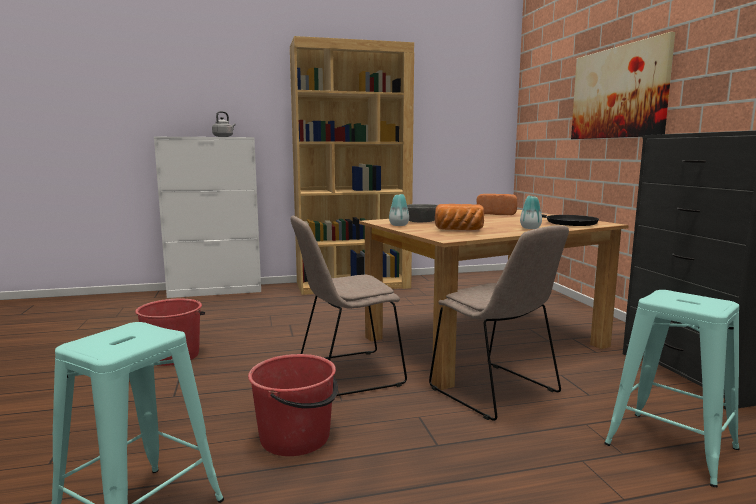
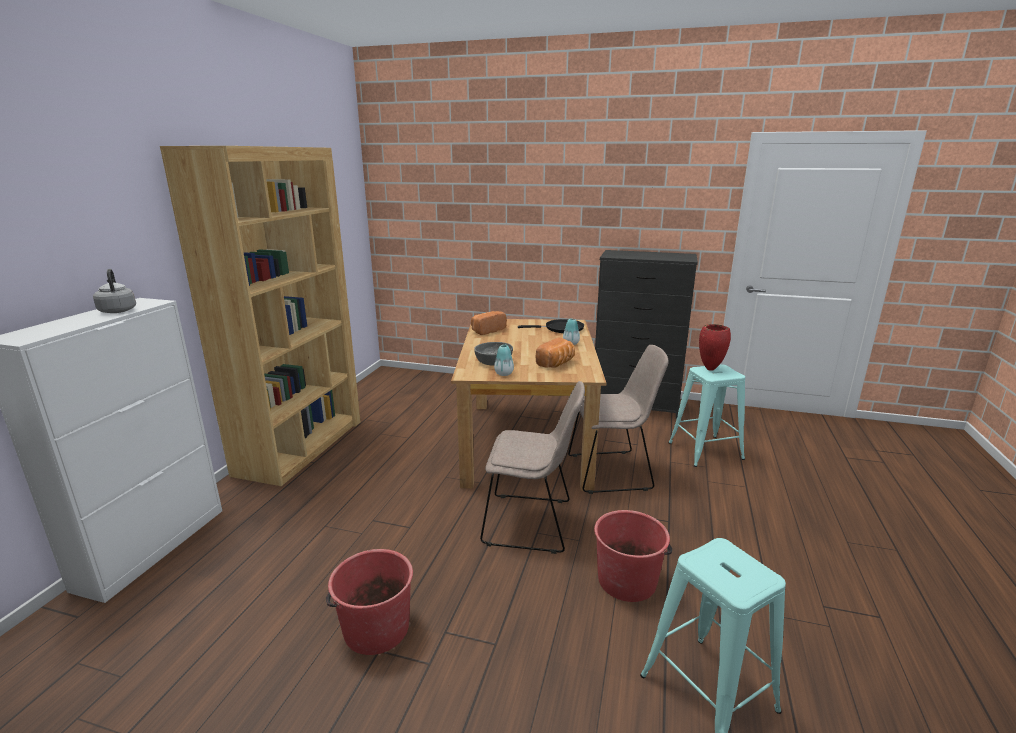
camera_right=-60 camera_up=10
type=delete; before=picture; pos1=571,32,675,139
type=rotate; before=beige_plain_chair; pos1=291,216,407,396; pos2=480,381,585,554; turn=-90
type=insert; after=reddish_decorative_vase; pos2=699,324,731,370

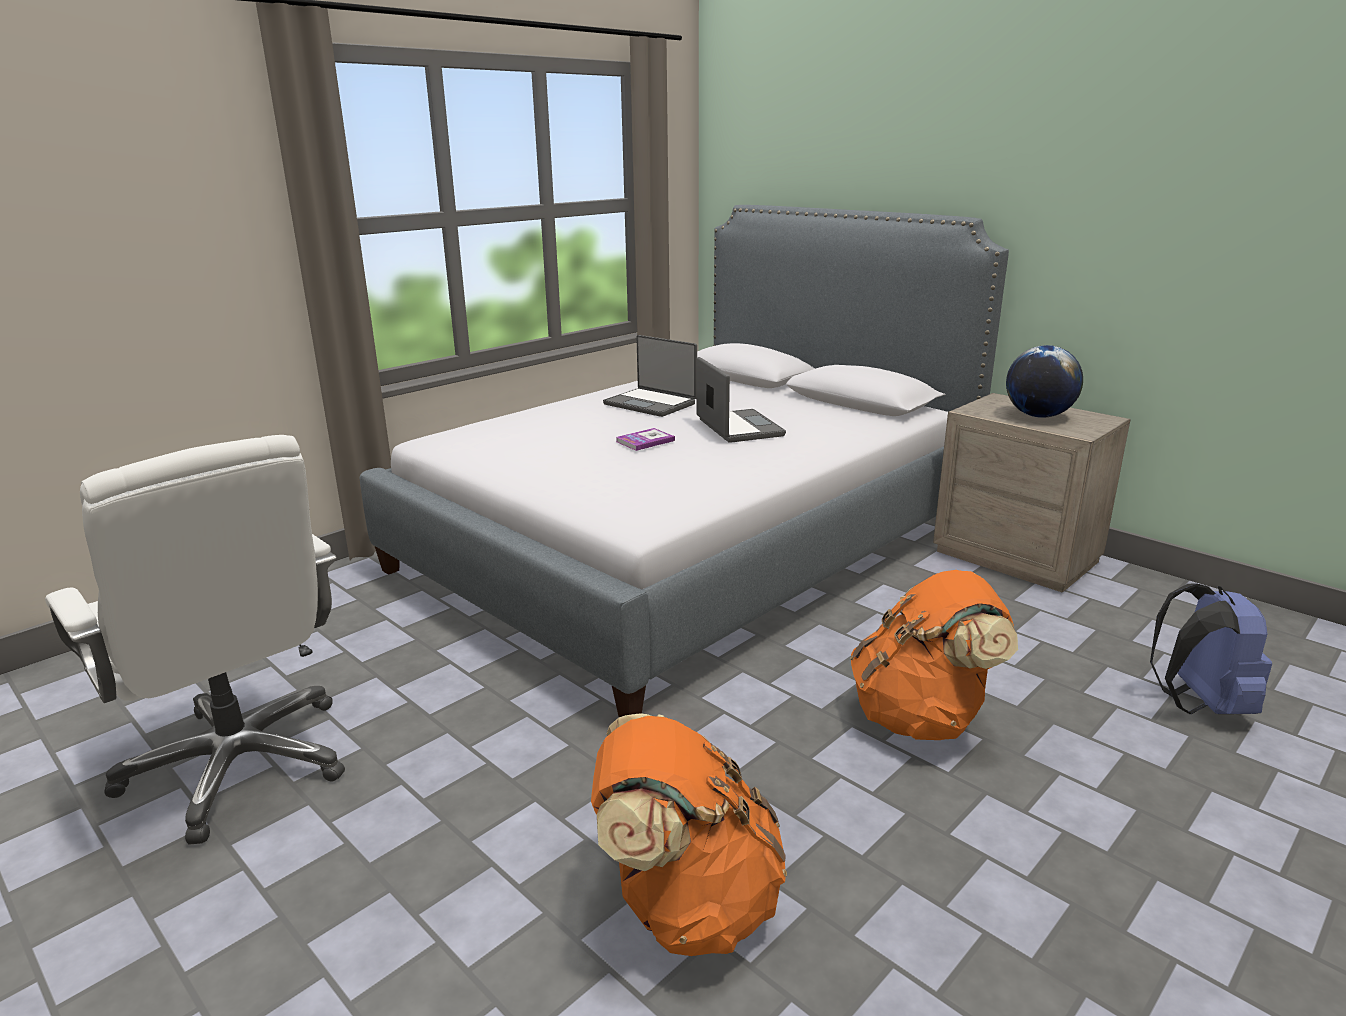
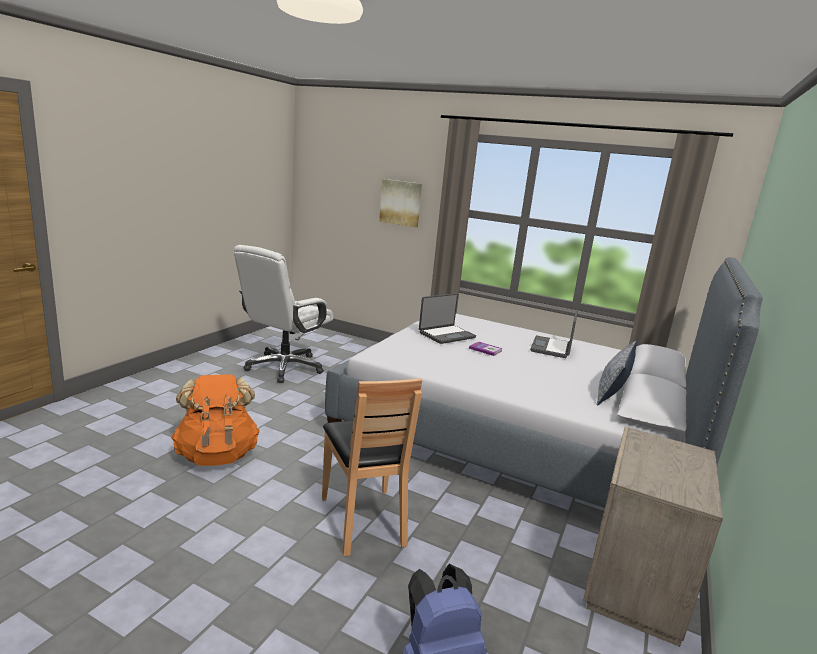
camera_right=70 camera_up=-5
type=delete; before=world_globe; pos1=1006,345,1083,418
type=move; before=portable_computer; pos1=696,357,786,443; pos2=419,293,476,344
type=replace; before=orangey_rucksack; after=brown_plain_chair; pos1=850,570,1018,740; pos2=322,378,422,556
type=insert; after=picture; pos2=379,179,422,227
type=insert; after=cushion; pos2=597,341,637,406

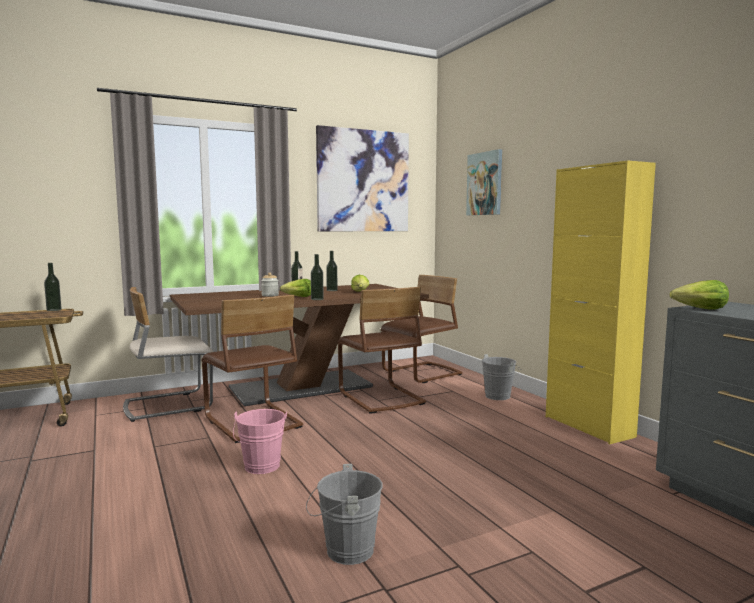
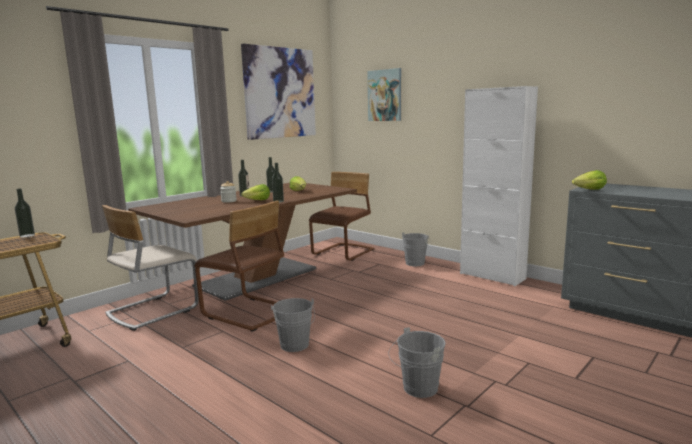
camera_right=-20 camera_up=5
type=recolor; before=yellowish_cupboard; after=white-coloured_cupboard; pos1=546,160,656,444; pos2=460,86,538,286
type=delete; before=brown_plain_chair; pos1=338,287,426,414
type=recolor; before=pinkish_bucket; after=greyish_bucket; pos1=233,409,287,474; pos2=271,298,315,352

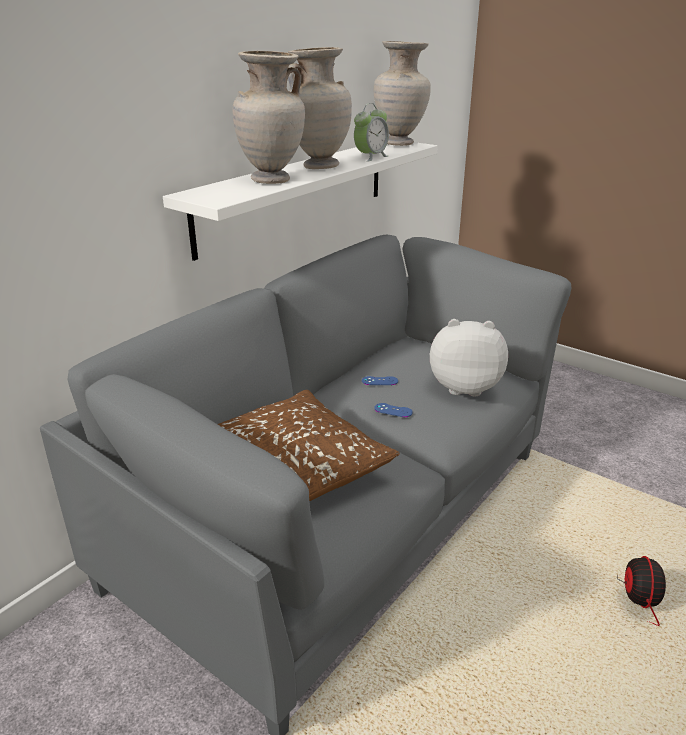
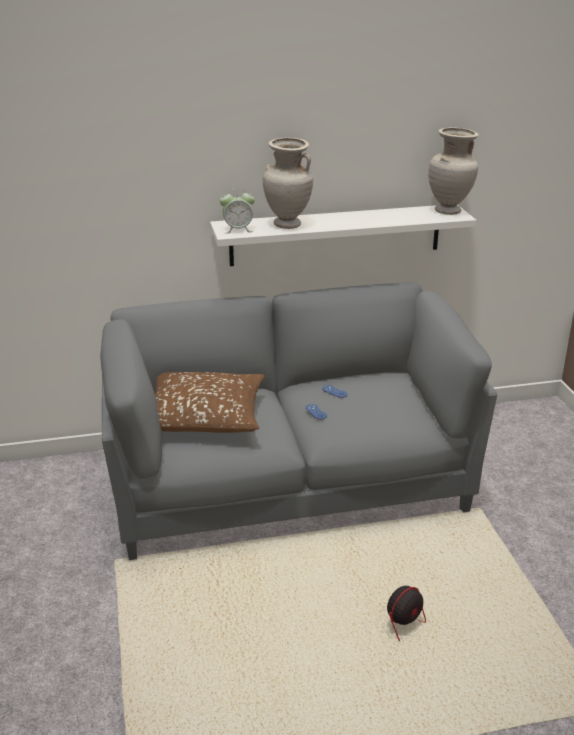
camera_right=40 camera_up=0
type=delete; before=beige_decorative_vase; pos1=288,47,352,169
type=move; before=alarm_clock; pos1=354,103,389,162; pos2=220,188,255,234
type=delete; before=soft_toy; pos1=430,319,508,396

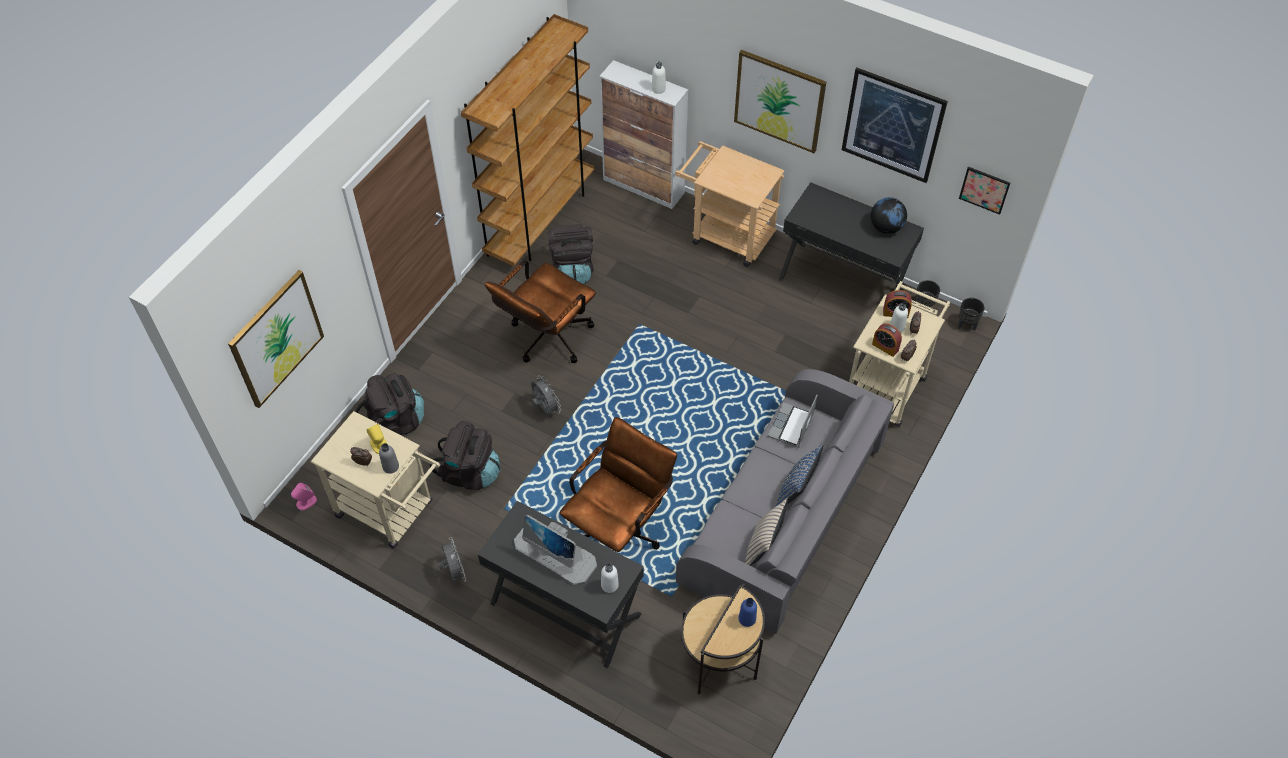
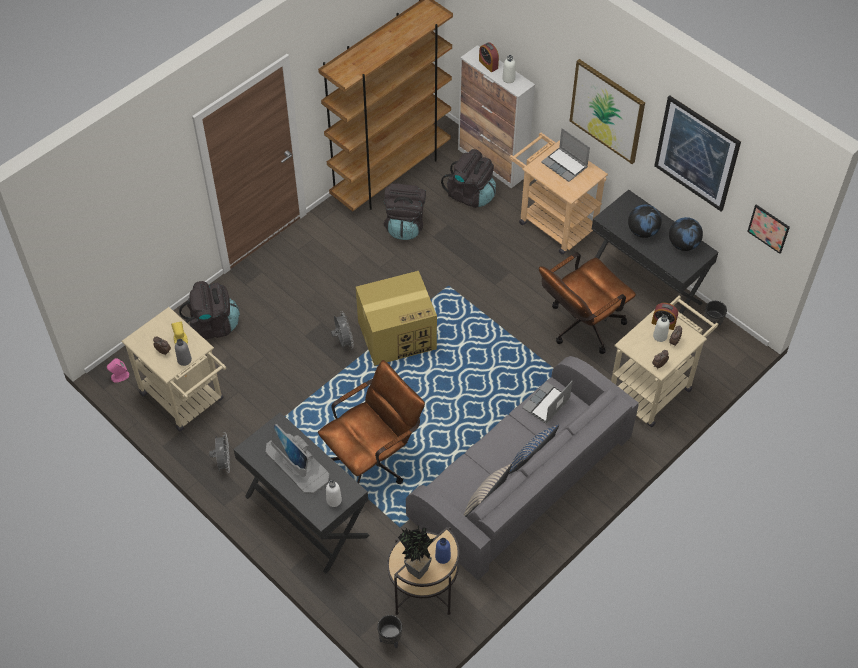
camera_right=15 camera_up=0
type=move; before=brown_desk_chair; pos1=485,260,596,363; pos2=539,252,636,354
type=delete; before=picture; pos1=228,270,324,408
type=move; before=black-coloured_planter; pos1=958,298,984,331; pos2=377,615,402,648
type=move; before=alarm_clock; pos1=872,323,902,357; pos2=479,42,499,72
type=move; before=black-coloured_rucksack; pos1=430,421,500,490; pos2=441,149,496,208
type=insert; after=portable_computer; pos2=541,128,590,182
type=insert; after=world_globe; pos2=628,205,662,238
type=insert; after=packing_box; pos2=356,271,437,366
type=insert; after=plant_in_a_pot; pos2=398,525,434,579

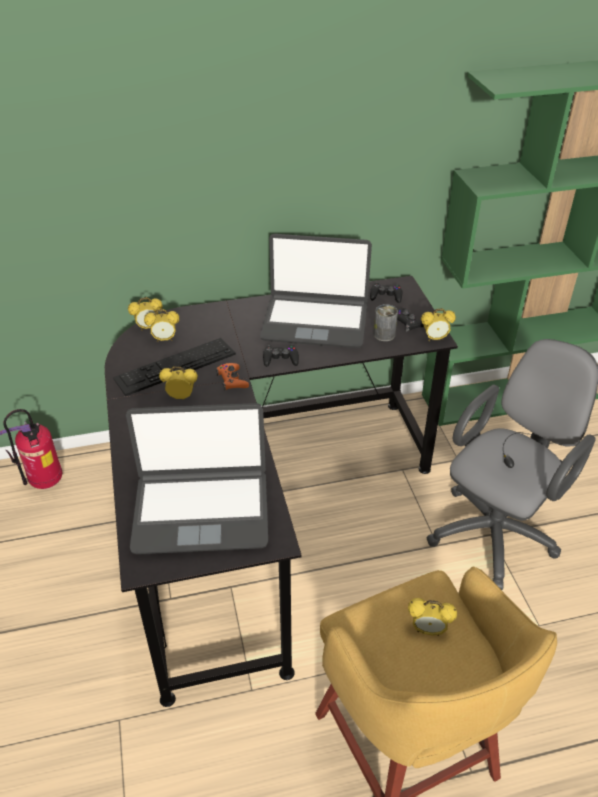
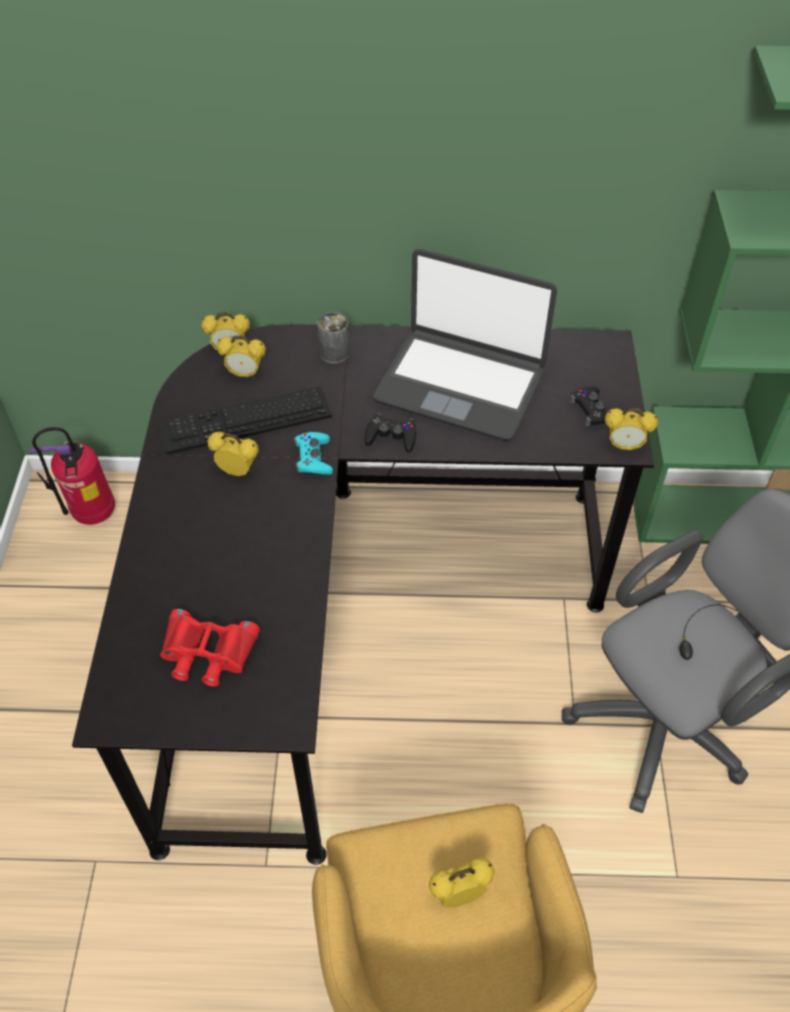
camera_right=15 camera_up=10
type=delete; before=black-coloured_gamepad; pos1=370,282,402,303
type=move; before=sealed_can; pos1=374,304,398,341; pos2=318,312,350,363
type=recolor; before=orangey_gamepad; after=turquoise-coloured_gamepad; pos1=216,363,249,390; pos2=294,432,333,475
type=replace; before=portable_computer; after=reddish_field_glasses; pos1=126,403,268,554; pos2=160,609,260,687
type=rotate; before=alarm_clock; pos1=408,598,457,636; pos2=429,857,494,908; turn=135

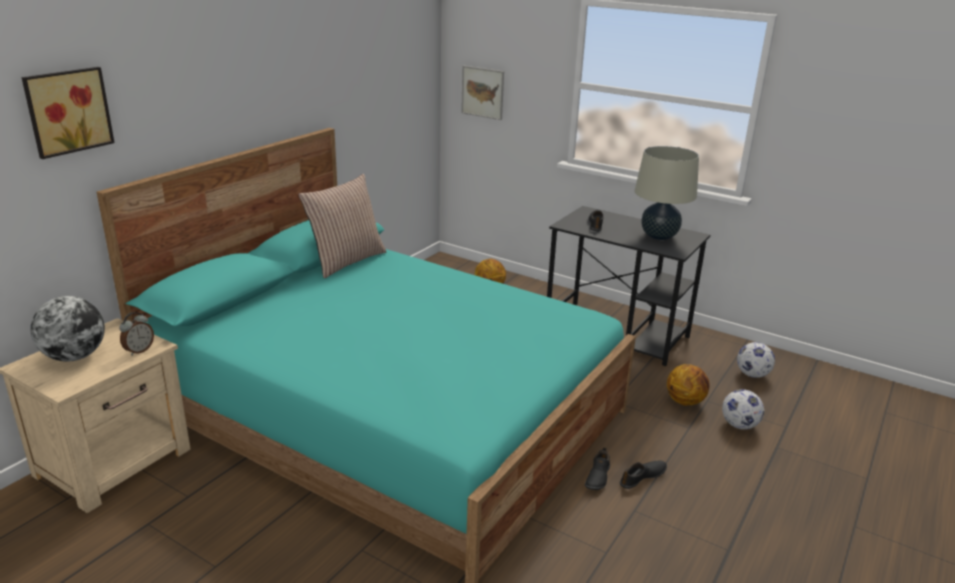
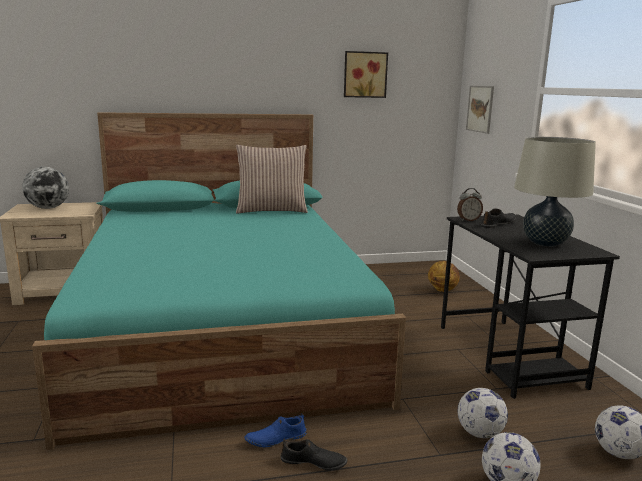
camera_right=45 camera_up=-10
type=move; before=picture; pos1=22,67,114,159; pos2=344,51,388,98
type=move; before=alarm_clock; pos1=119,312,154,356; pos2=457,188,483,221
type=replace; before=basketball; after=ball_for_football; pos1=667,364,710,406; pos2=457,388,508,438
type=recolor; before=black-coloured_shoe; after=blue-coloured_shoe; pos1=585,447,610,490; pos2=244,413,307,447

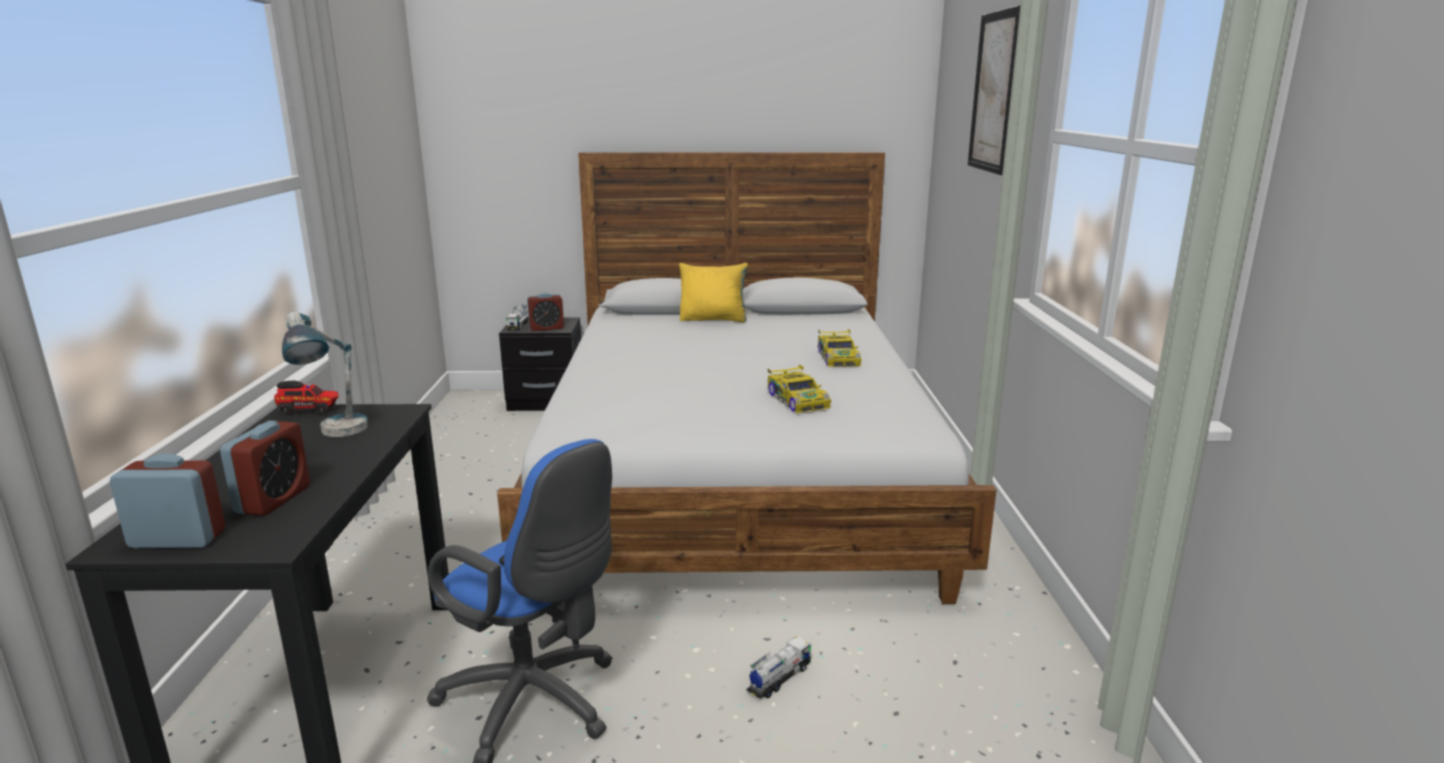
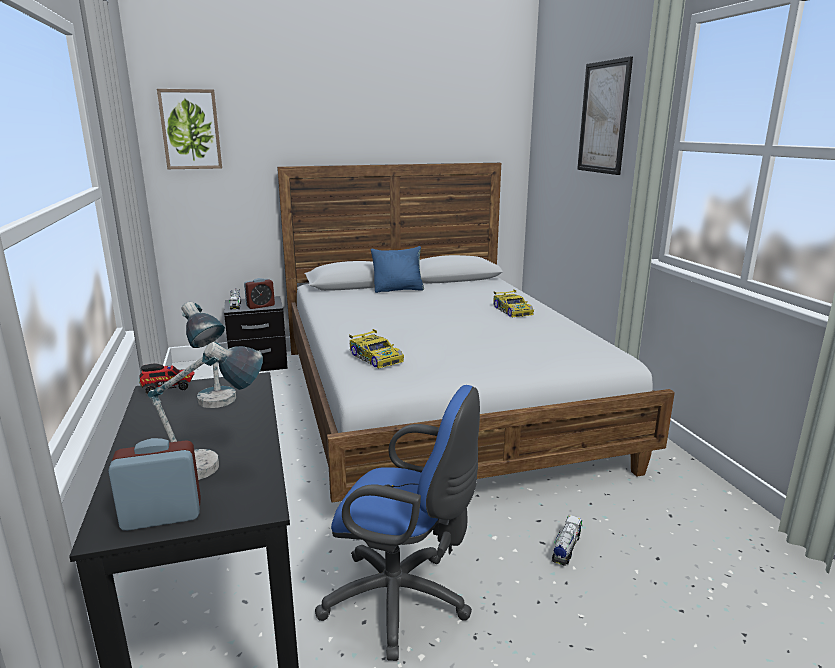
camera_right=-15 camera_up=0
type=recolor; before=yellowish_cushion; after=blue-coloured_cushion; pos1=679,263,748,323; pos2=371,246,424,293
type=move; before=toy_car; pos1=767,364,831,413; pos2=349,329,404,369
type=replace; before=alarm_clock; after=table_lamp; pos1=220,421,310,516; pos2=148,342,263,480
type=insert; after=picture; pos2=157,89,222,169

